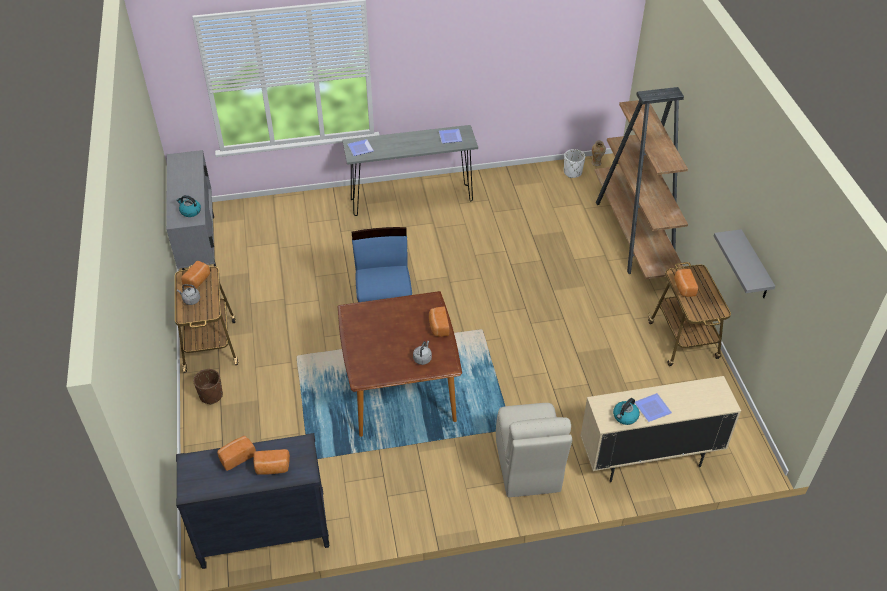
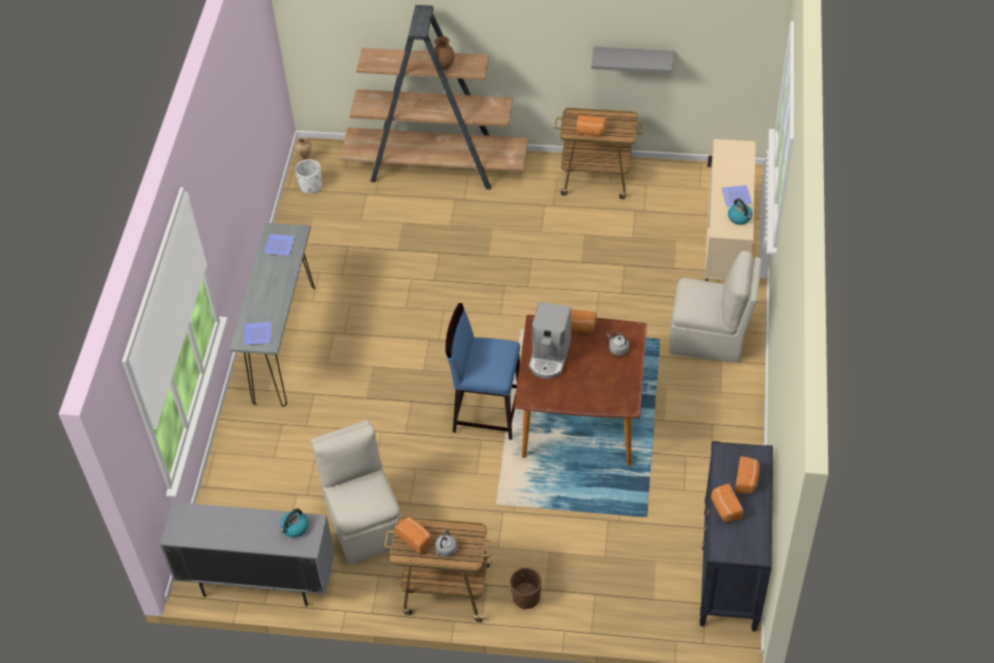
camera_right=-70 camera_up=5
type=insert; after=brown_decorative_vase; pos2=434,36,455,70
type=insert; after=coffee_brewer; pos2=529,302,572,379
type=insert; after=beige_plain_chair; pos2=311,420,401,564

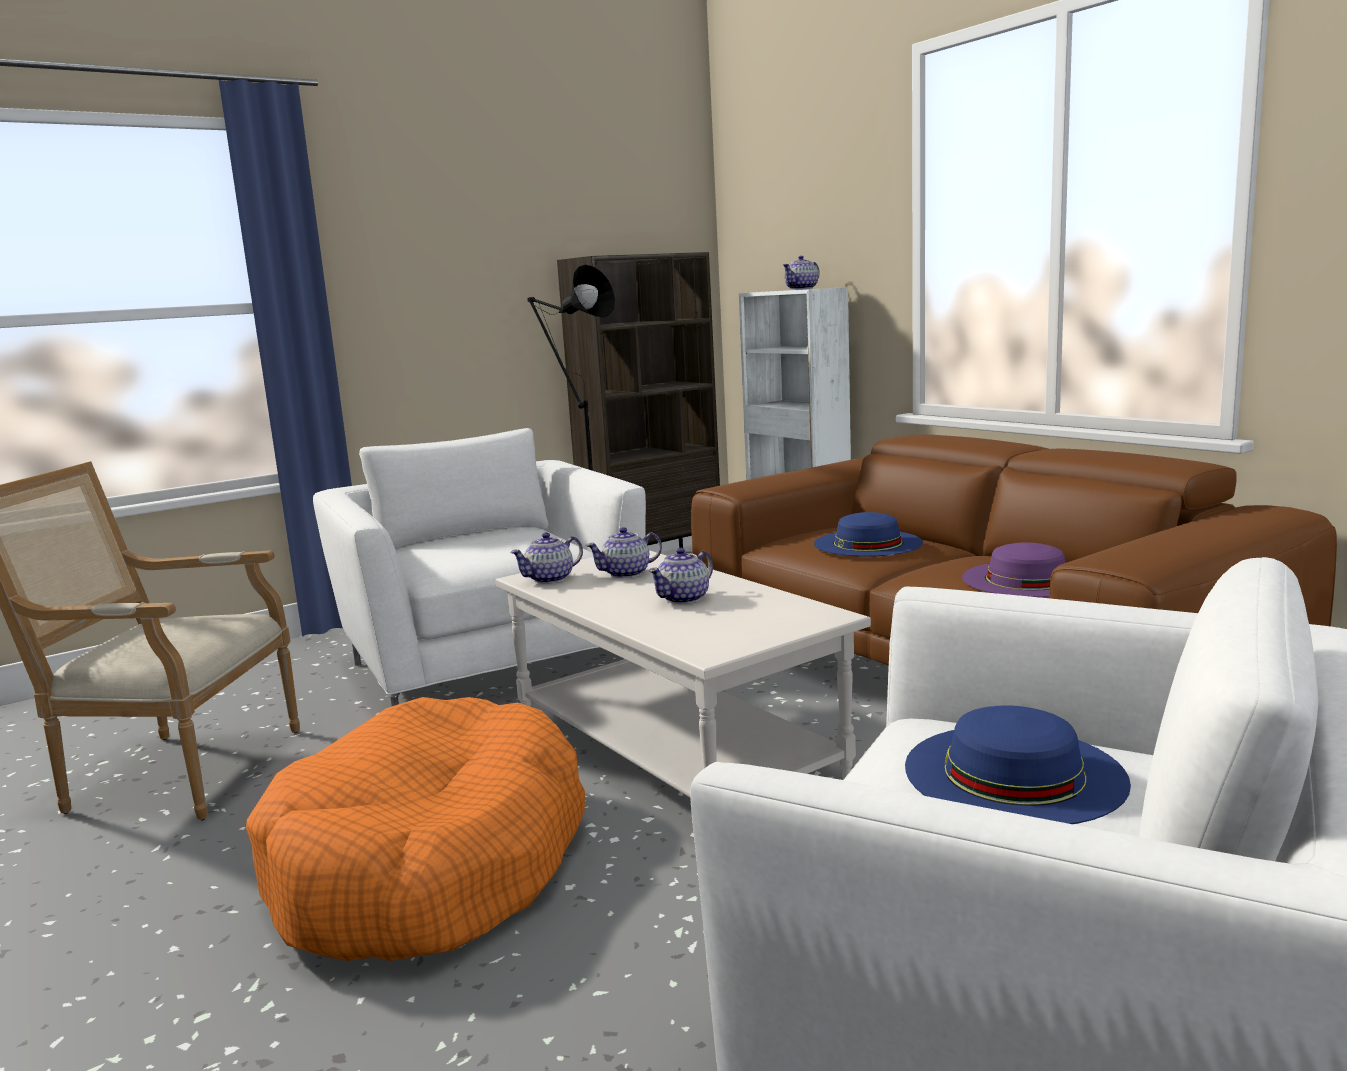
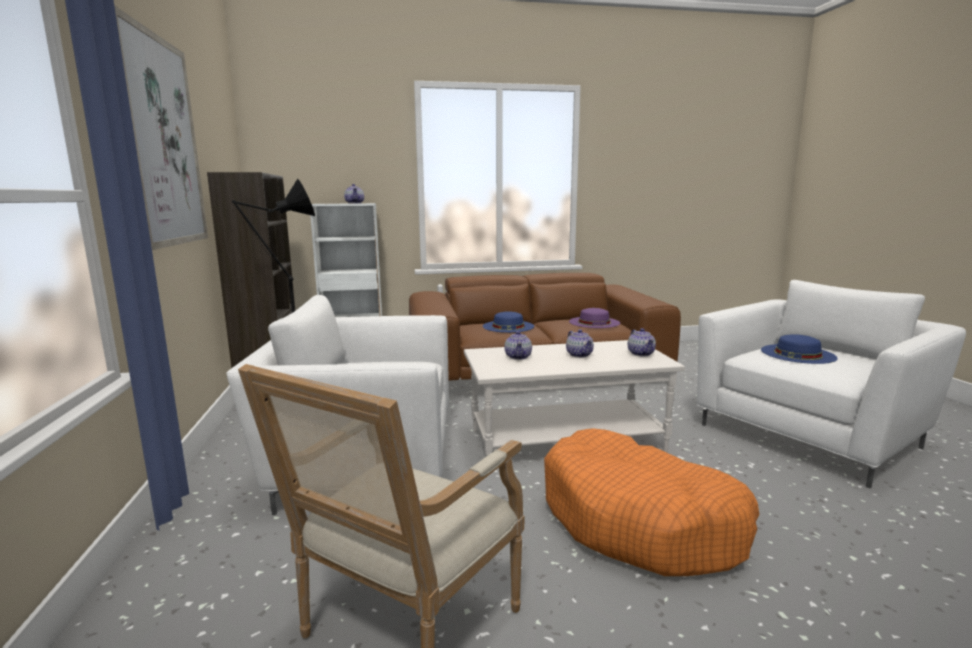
camera_right=-65 camera_up=0
type=move; before=teapot; pos1=510,533,583,584; pos2=628,328,656,356
type=insert; after=picture; pos2=114,5,208,250

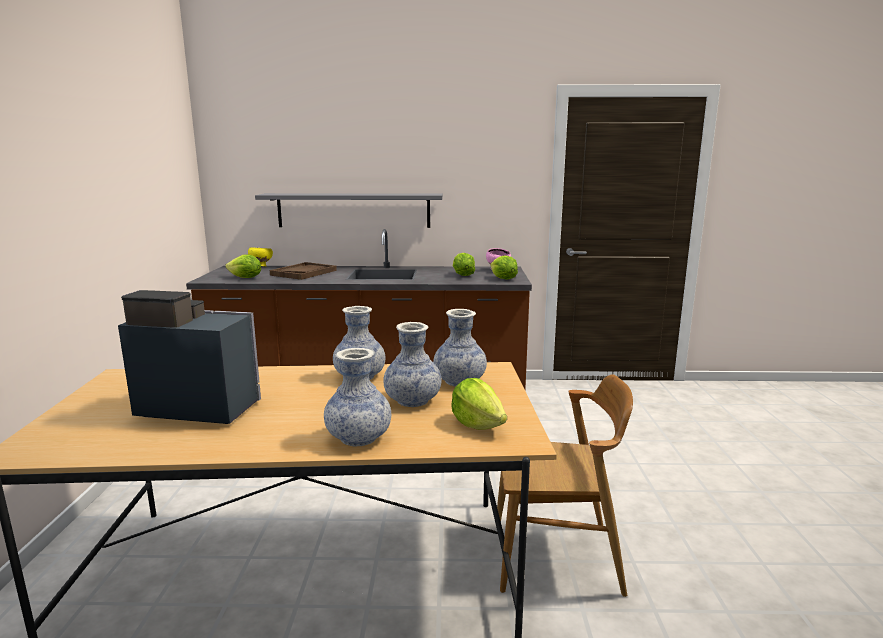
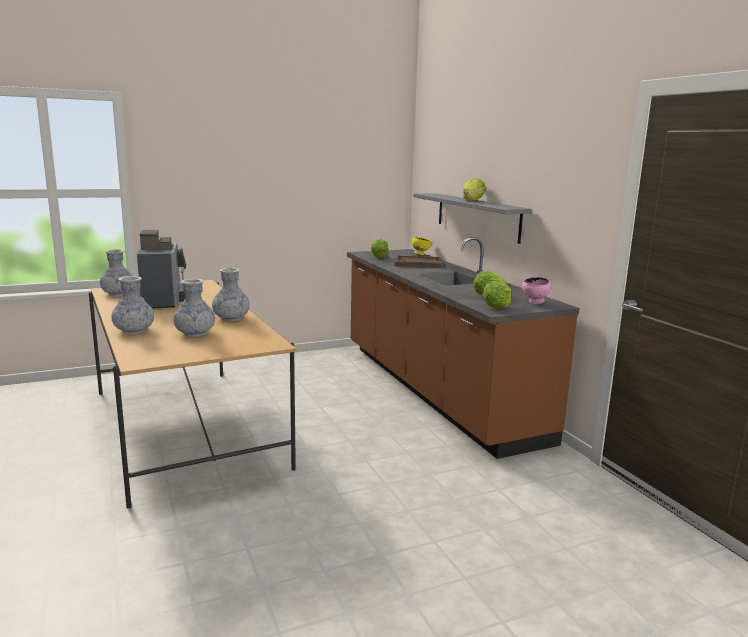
camera_right=65 camera_up=0
type=move; before=decorative_vase; pos1=433,309,487,386; pos2=100,249,133,296
type=delete; before=brown_plain_chair; pos1=497,374,633,597
type=move; before=head_of_lettuce; pos1=451,378,507,430; pos2=463,178,486,201

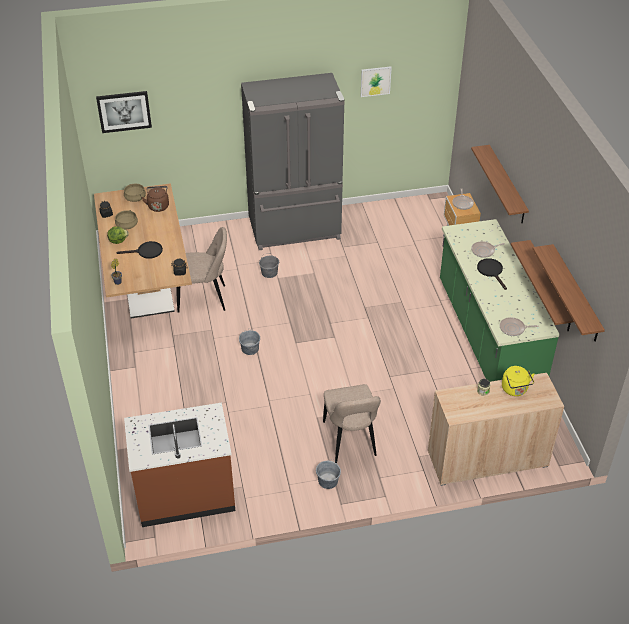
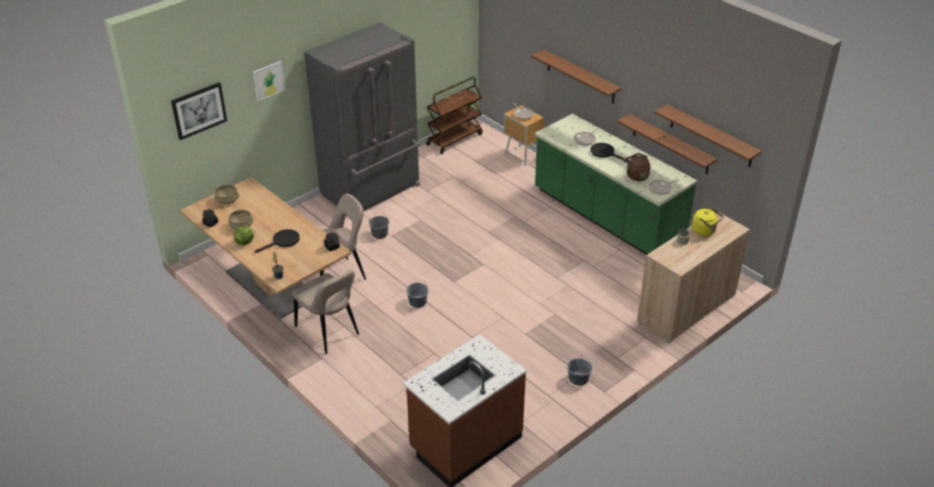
camera_right=-30 camera_up=-5
type=move; before=picture; pos1=361,66,392,97; pos2=253,61,285,101
type=move; before=brown_tea_kettle; pos1=142,186,169,212; pos2=624,153,650,181
type=move; before=beige_plain_chair; pos1=323,384,381,463; pos2=292,269,359,354
type=insert; after=brown_trolley; pos2=426,77,483,154

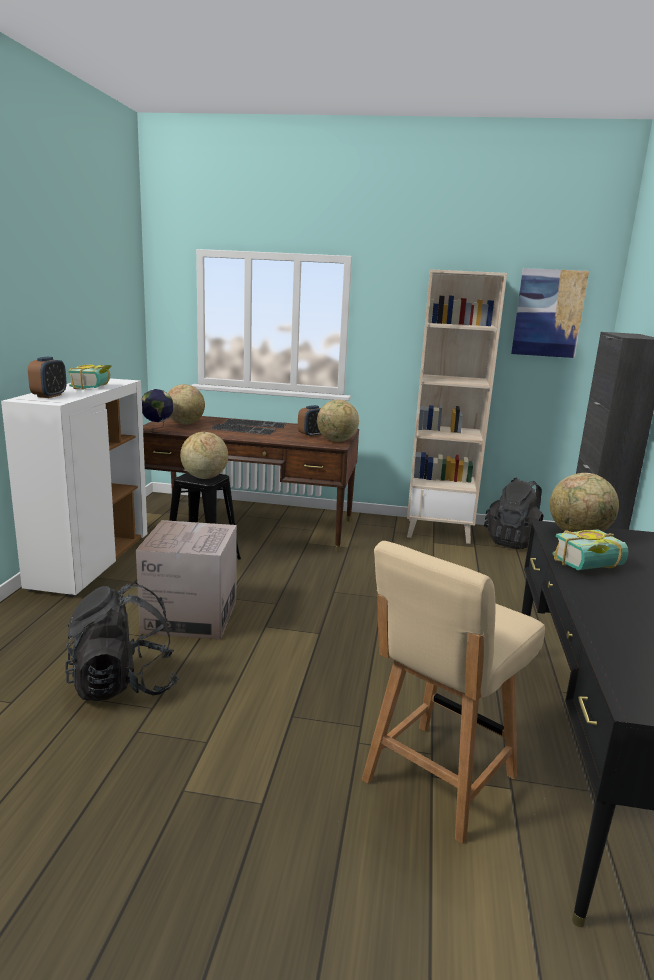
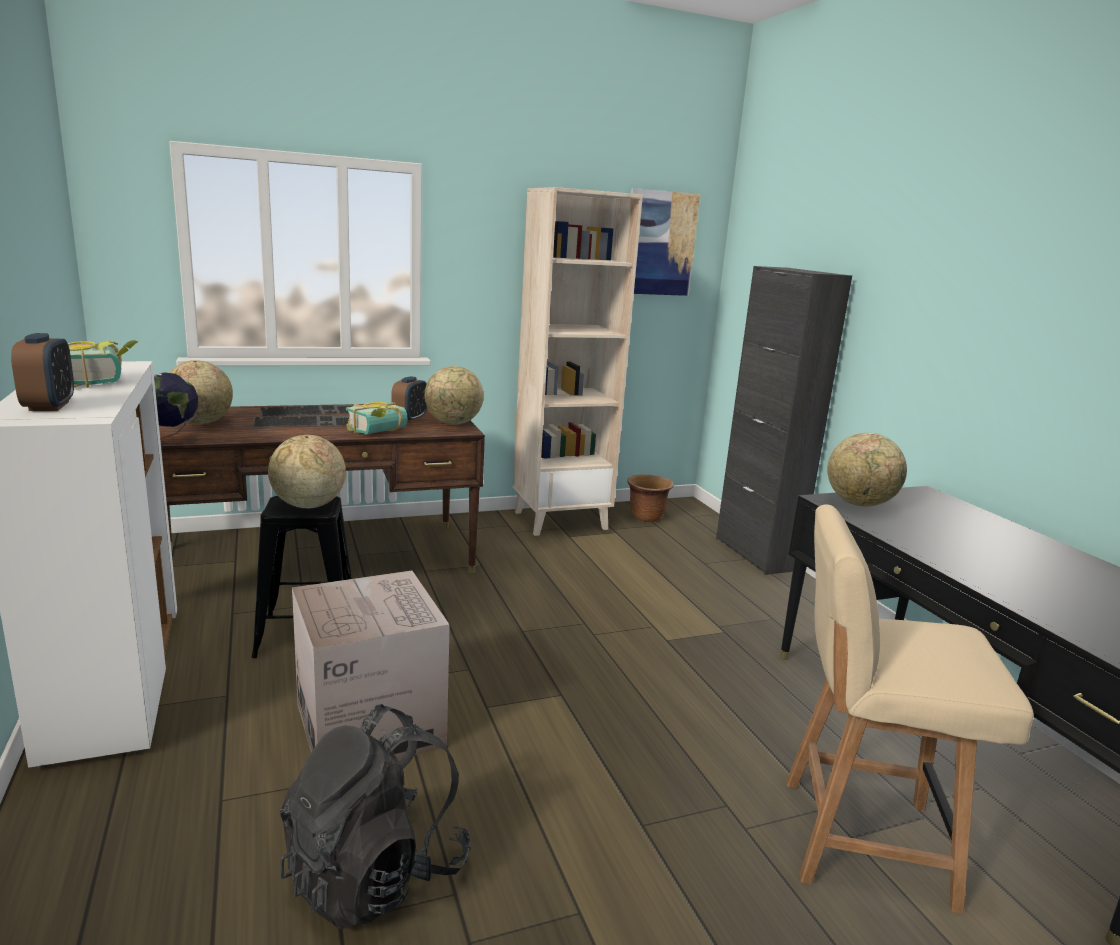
camera_right=-30 camera_up=0
type=replace; before=black-coloured_rucksack; after=brown_planter; pos1=484,477,543,549; pos2=627,474,674,522
type=move; before=volume; pos1=552,529,628,570; pos2=346,402,408,434
type=rotate; before=beige_plain_chair; pos1=362,541,545,844; pos2=787,504,1034,914; turn=90

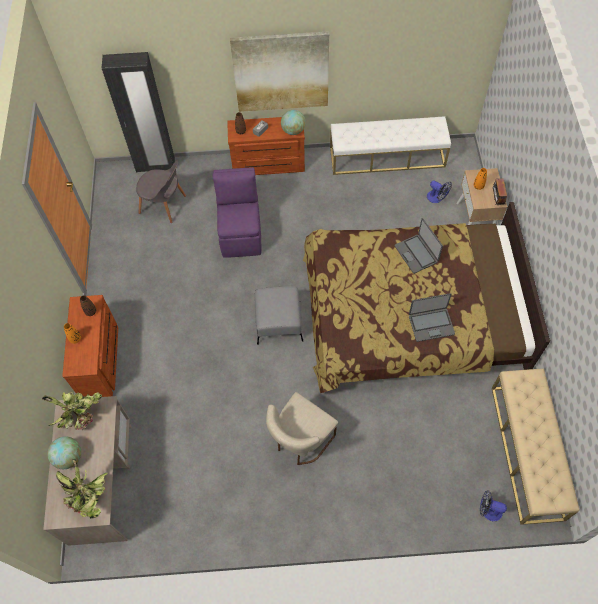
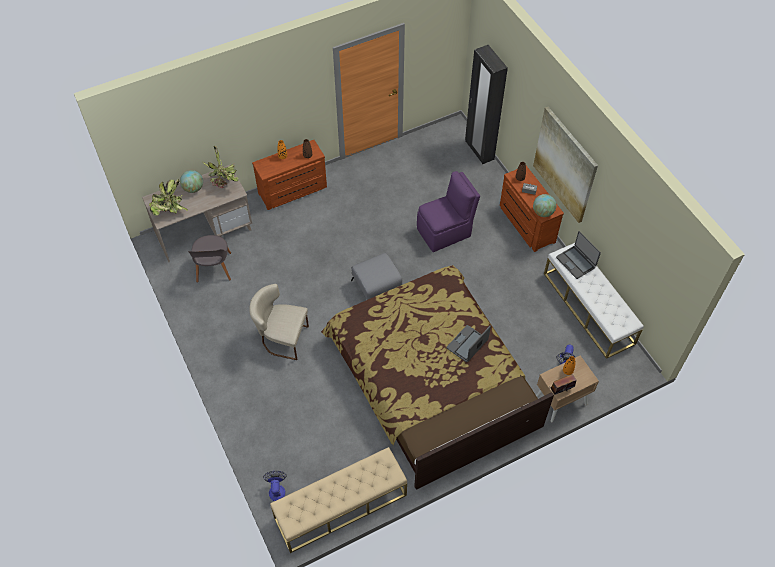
camera_right=65 camera_up=-5
type=move; before=greyish_plain_chair; pos1=136,160,186,223; pos2=188,235,231,283
type=move; before=portable_computer; pos1=409,293,455,342; pos2=556,231,601,279

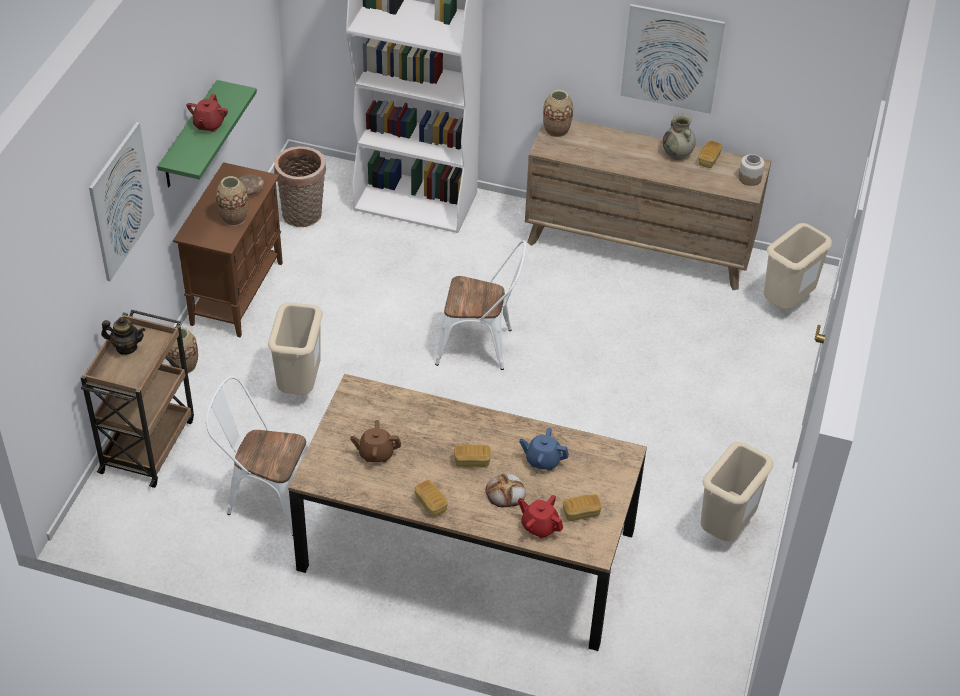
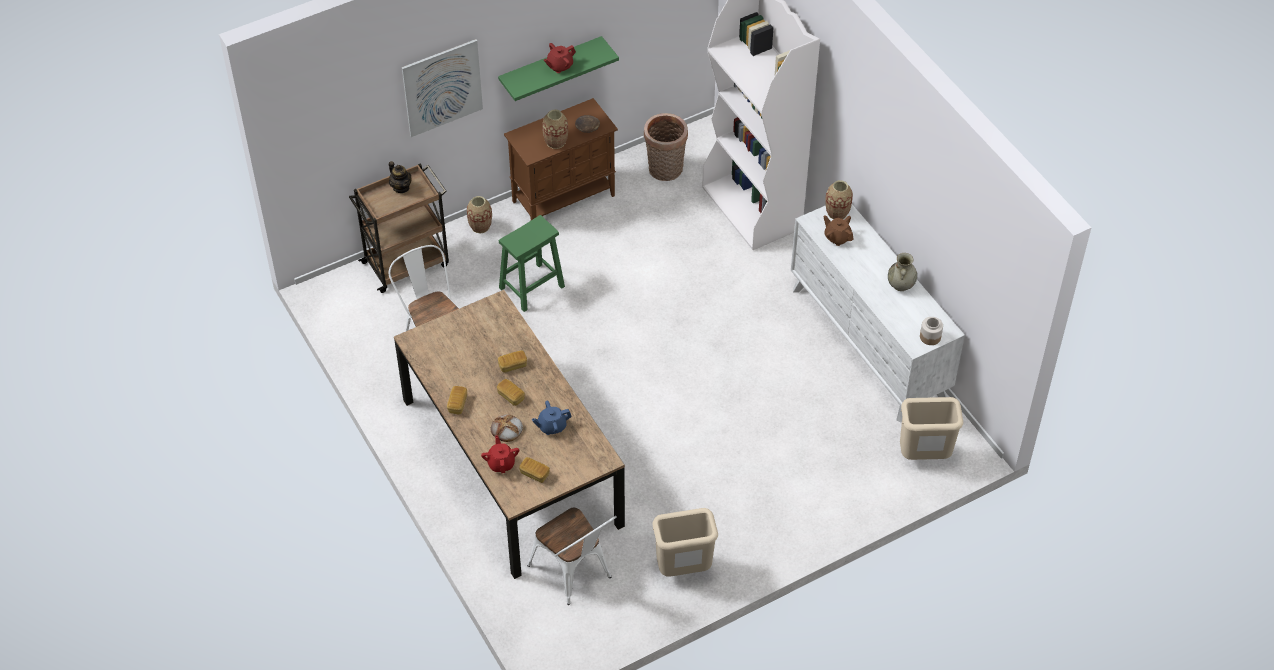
camera_right=45 camera_up=5
type=delete; before=picture; pos1=621,4,725,114
type=recolor; before=brown_chest_of_drawers; after=white-coloured_chest_of_drawers; pos1=525,120,771,290; pos2=791,204,965,423
type=move; before=baked_bread; pos1=698,141,722,168; pos2=498,350,527,373
type=move; before=white-coloured_plain_chair; pos1=435,240,526,370; pos2=527,508,617,605
type=replace; before=beige_rubbish_bin; after=green-coloured_stool_seat; pos1=268,303,323,395; pos2=499,215,565,312
type=move; before=brown_teapot; pos1=350,420,401,463; pos2=823,216,854,246
type=rotate; before=blue-coloured_teapot; pos1=519,427,569,471; pos2=532,400,572,435; turn=-75

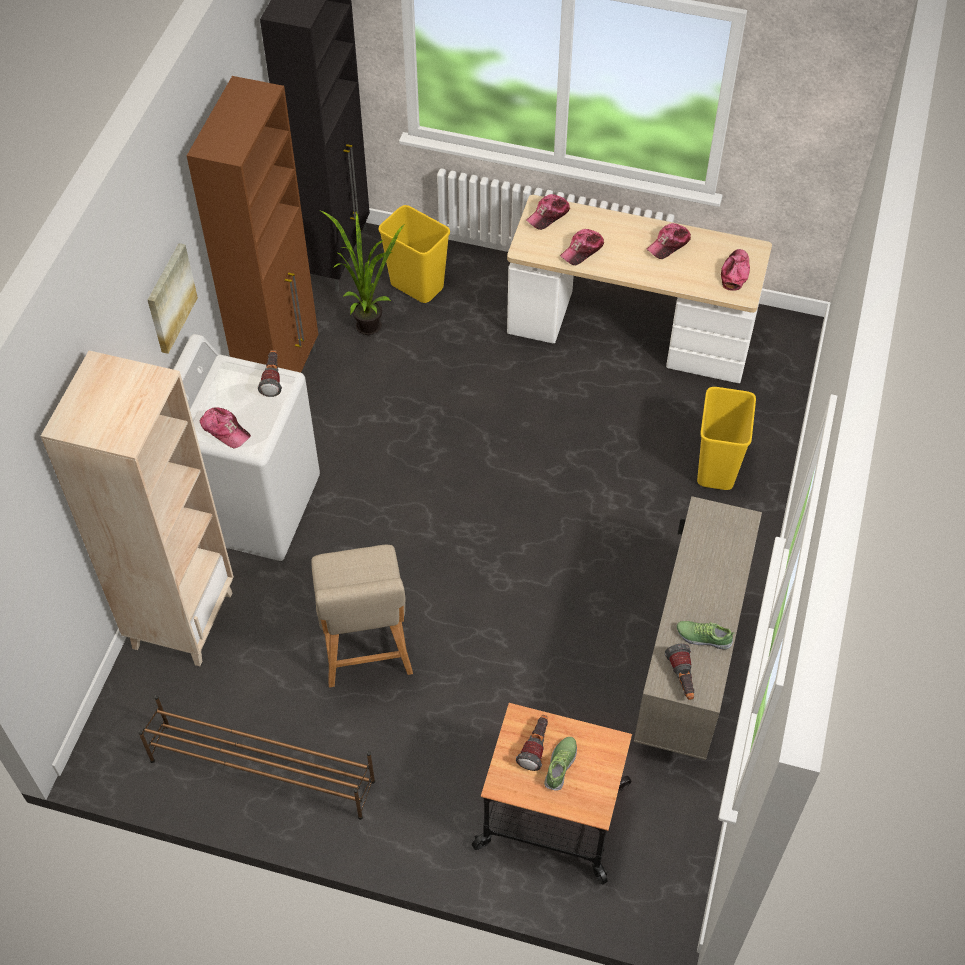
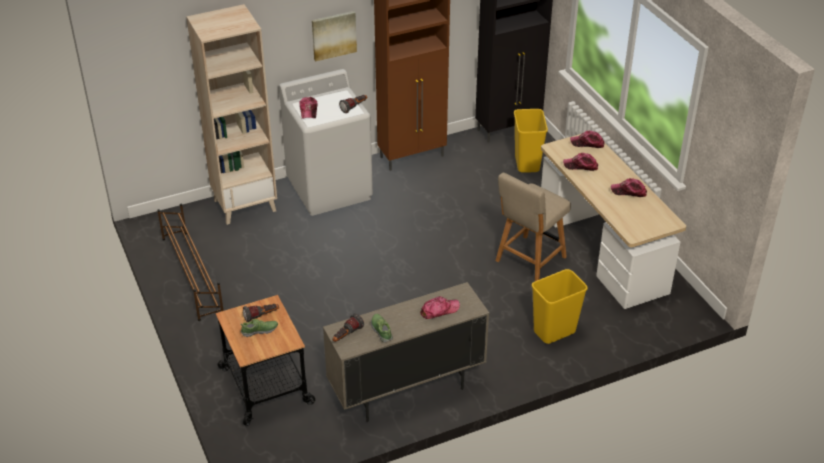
camera_right=50 camera_up=-15
type=delete; before=plant_in_a_pot; pos1=321,211,405,335
type=move; before=peaked_cap; pos1=721,249,750,291; pos2=420,296,460,319
type=move; before=beige_plain_chair; pos1=311,545,413,687; pos2=495,173,571,281

